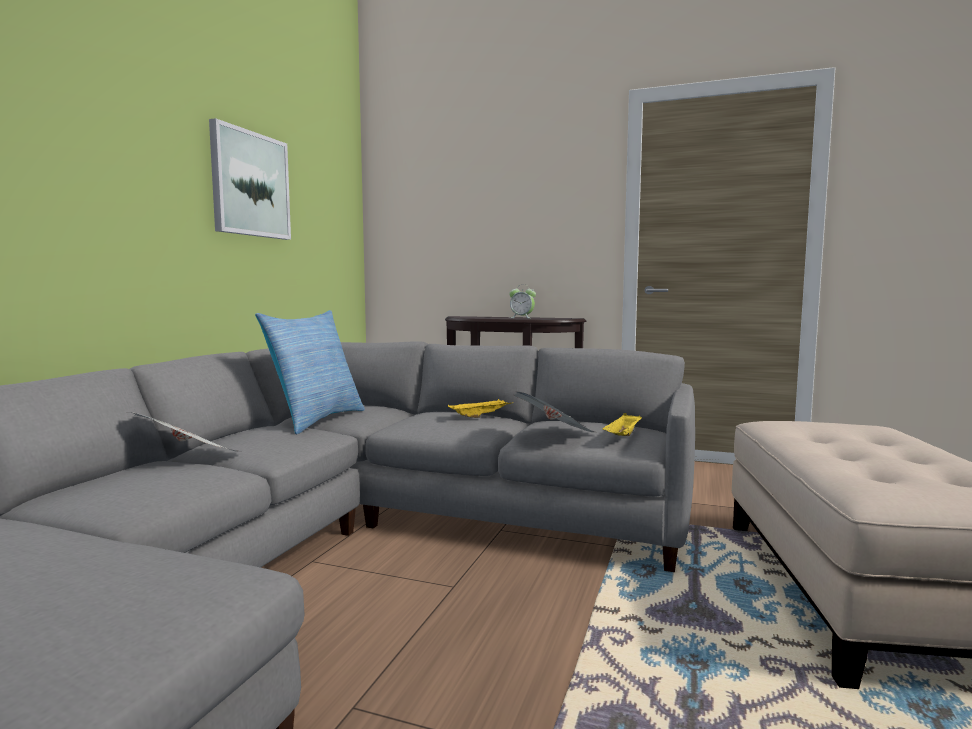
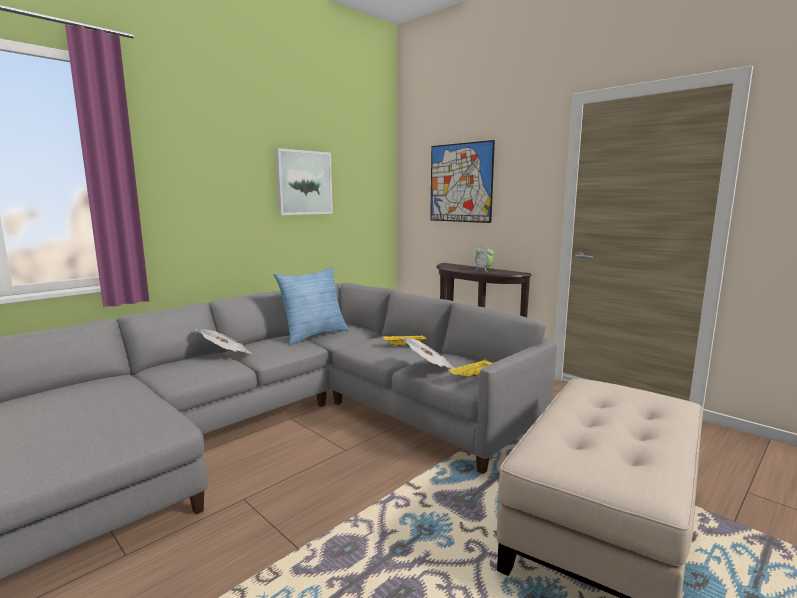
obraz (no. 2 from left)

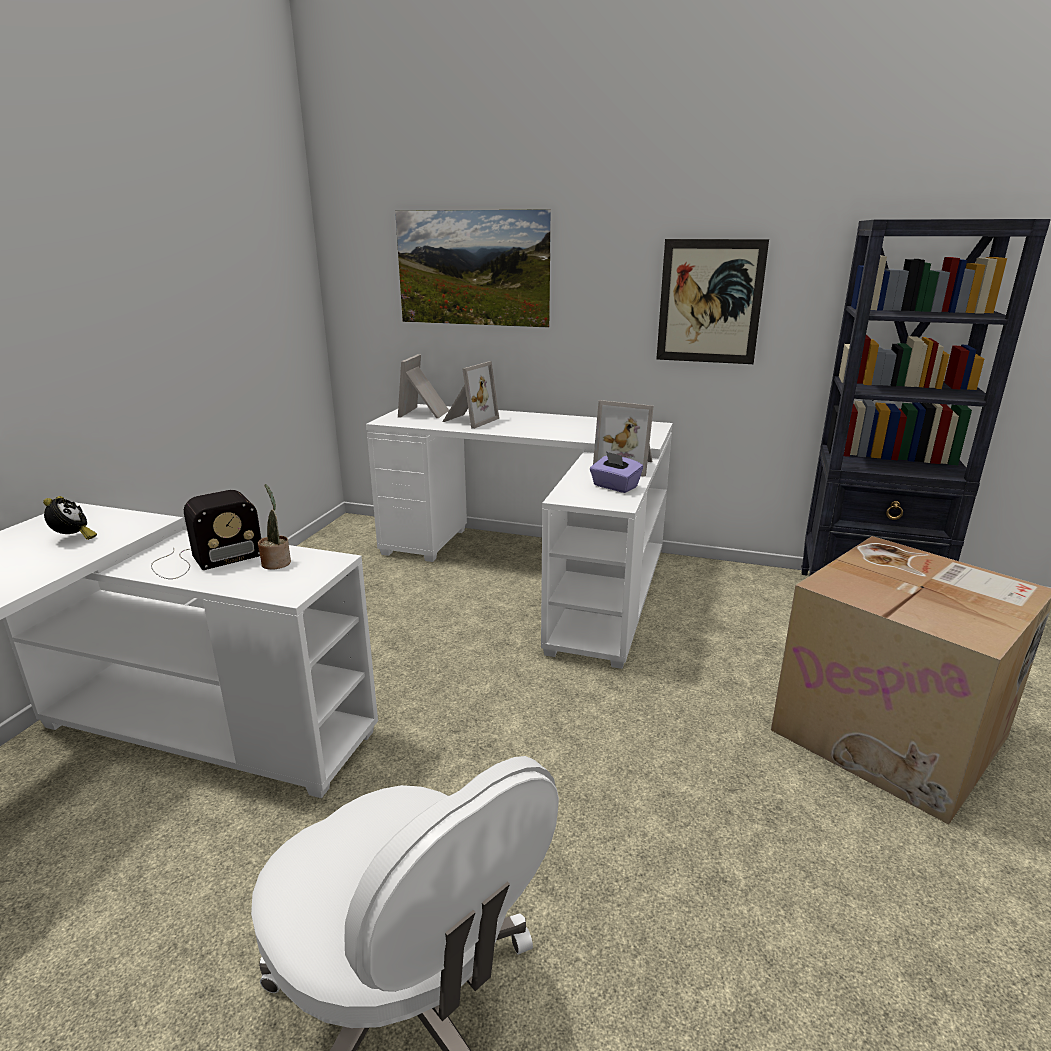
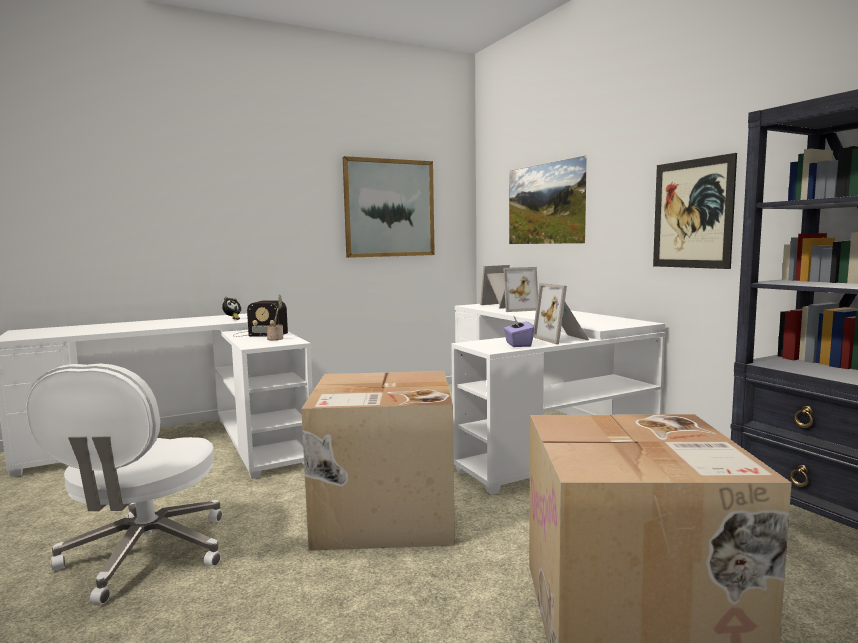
karton (no. 1 from left)
obraz (no. 1 from left)

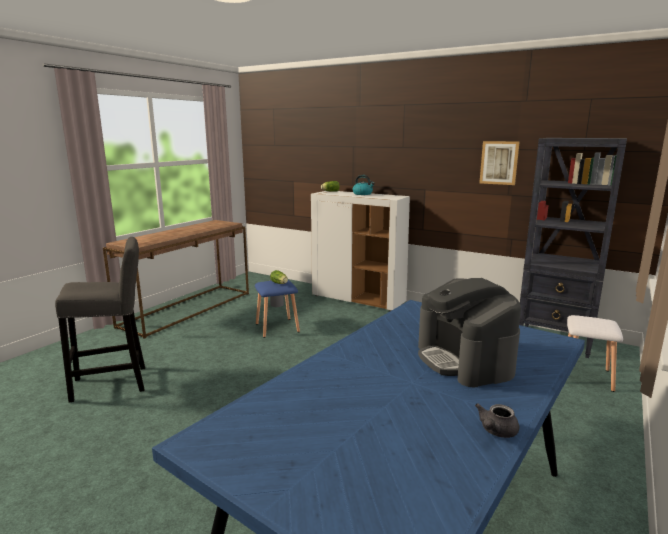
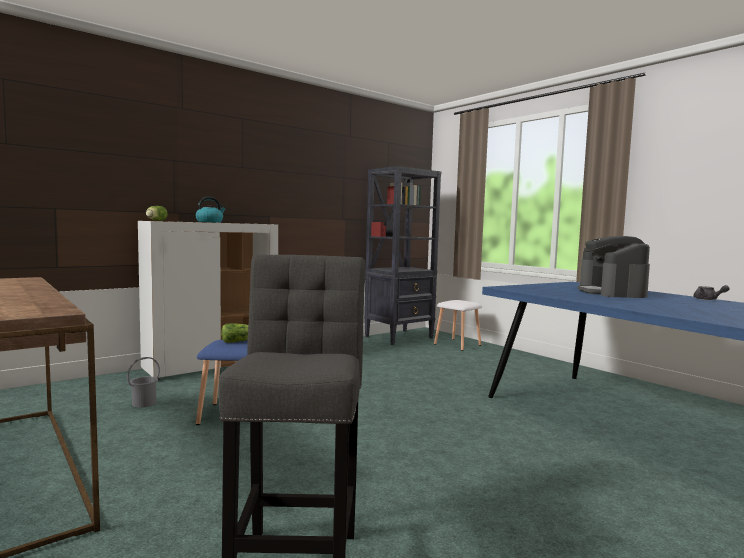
ekspres do kawy
obraz

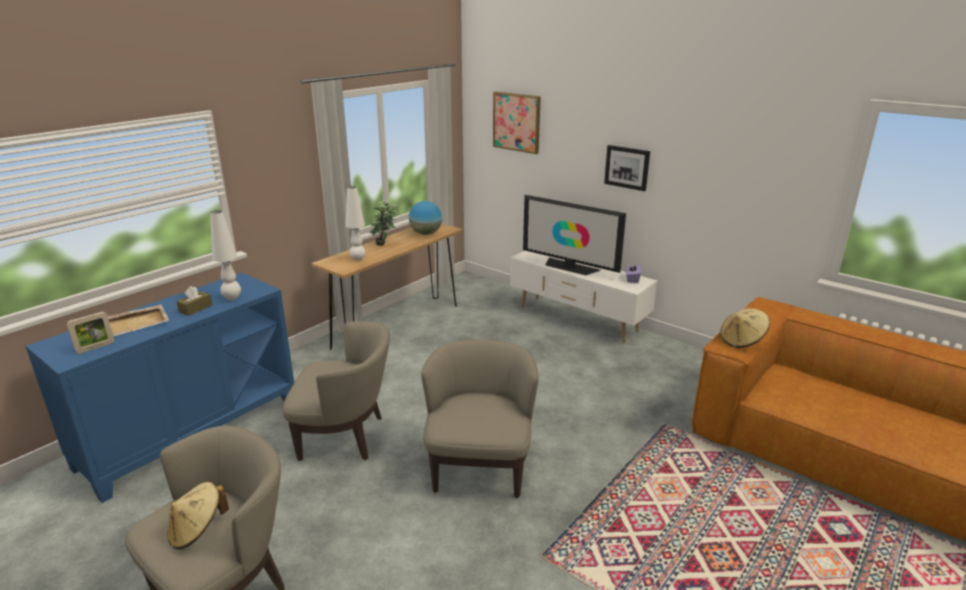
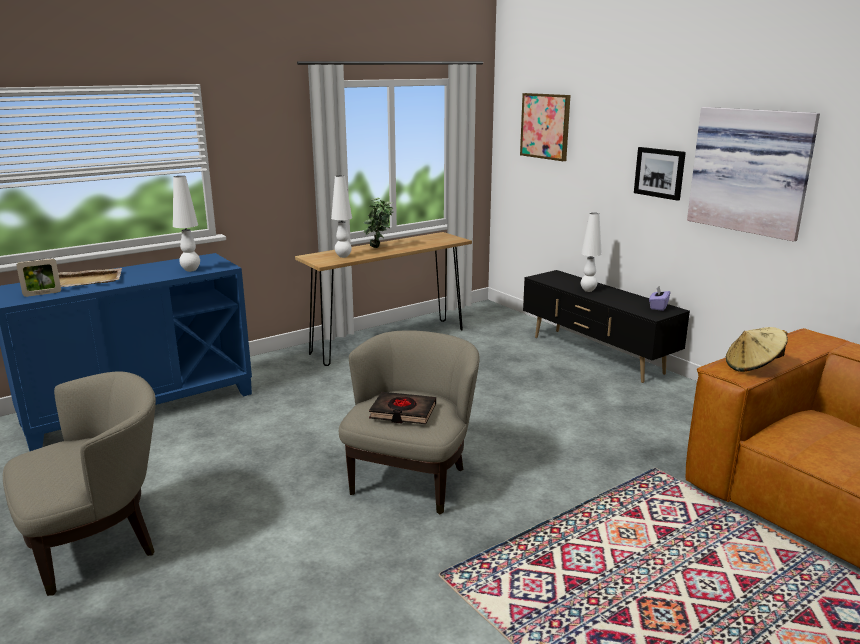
książka/czarny
szafka pod telewizor/czarny
lampa stołowa/biały (no. 3 from left)
obraz (no. 3 from left)
kapelusz/beżowy (no. 1 from left in the first image)
pudełko chusteczek/brązowy
fotel/beżowy (no. 2 from left in the first image)
globus

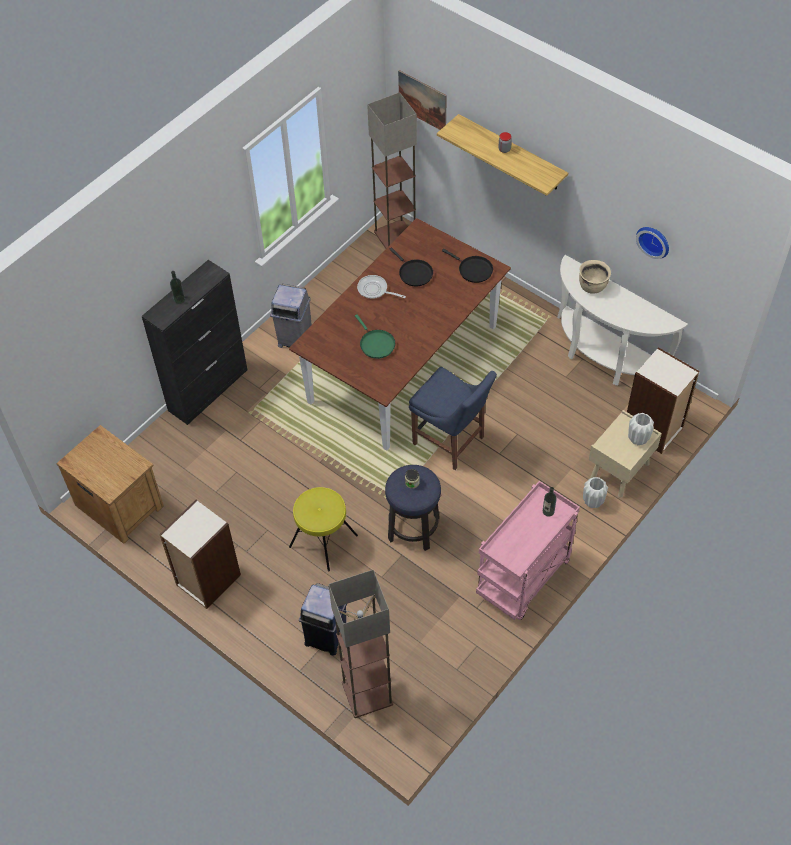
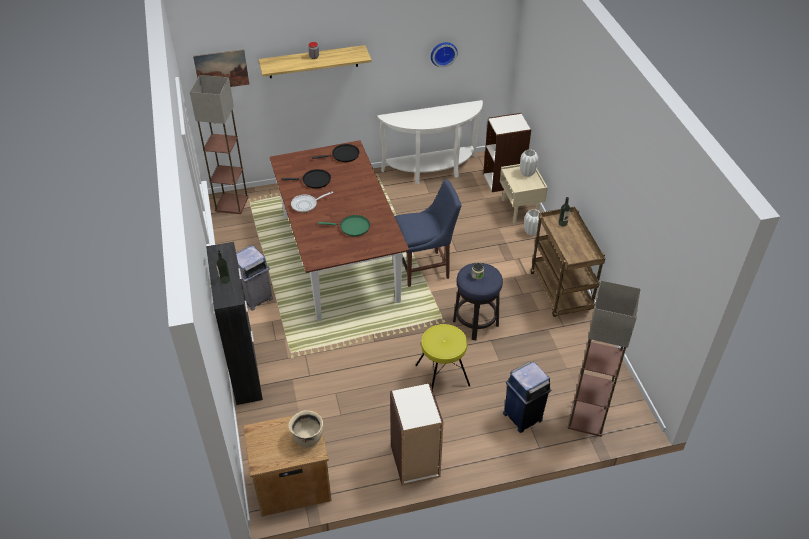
garnek/beżowy
wózek/brązowy

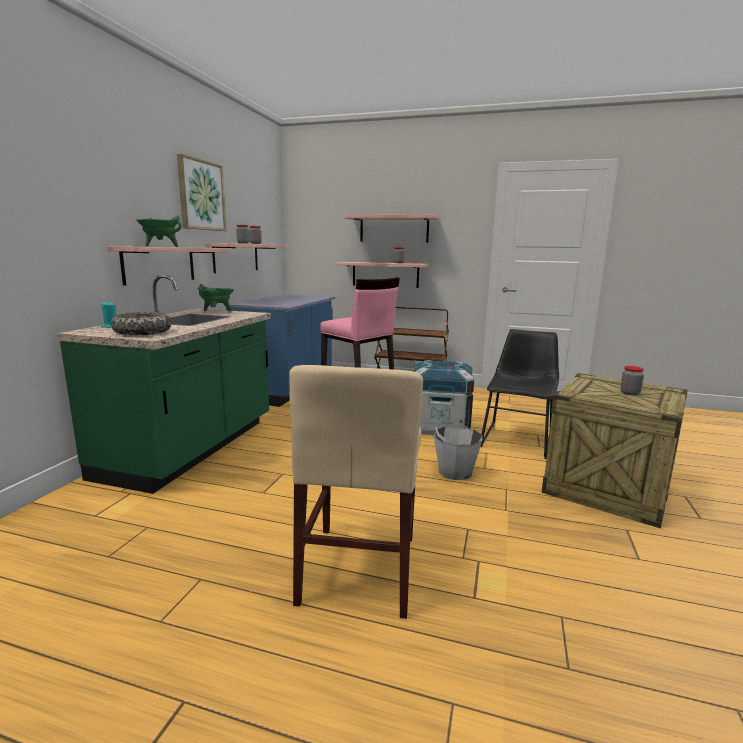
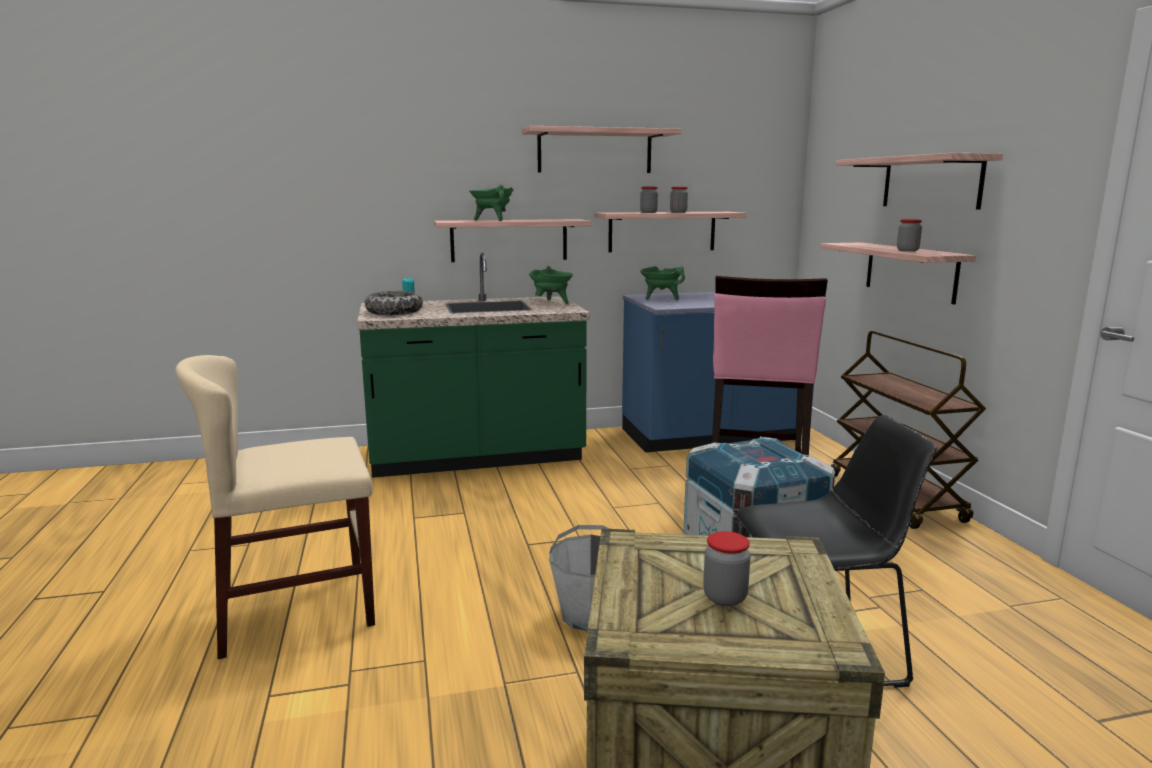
półka (no. 2 from left)
garnek/zielony (no. 3 from left)

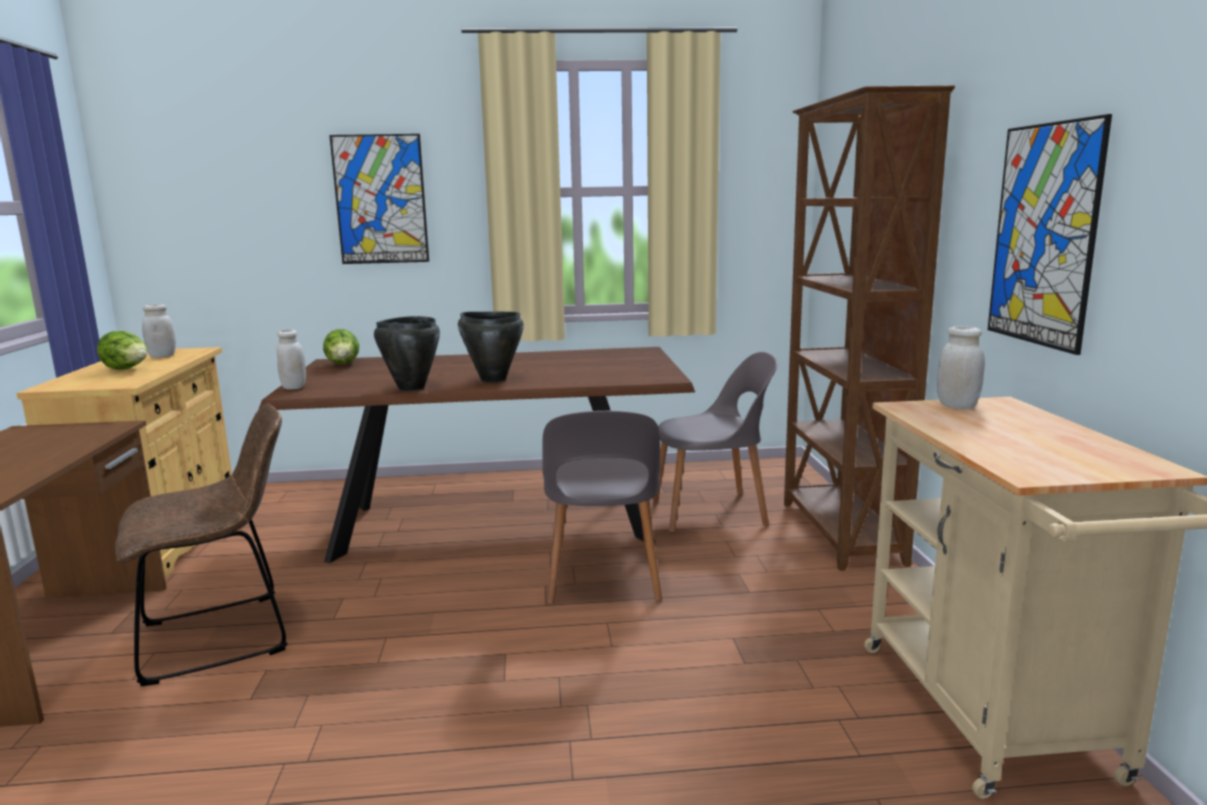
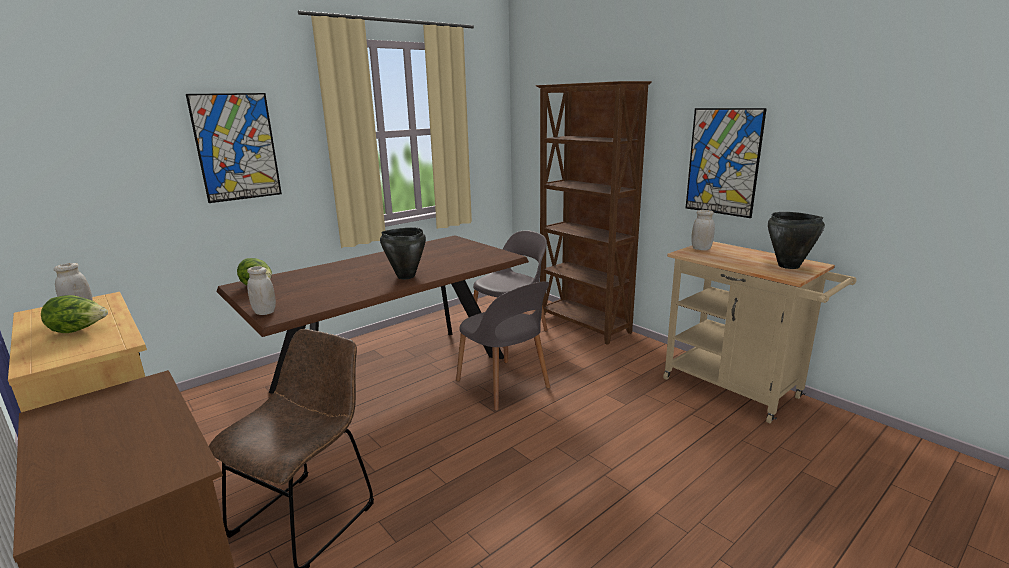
garnek/czarny (no. 2 from left)

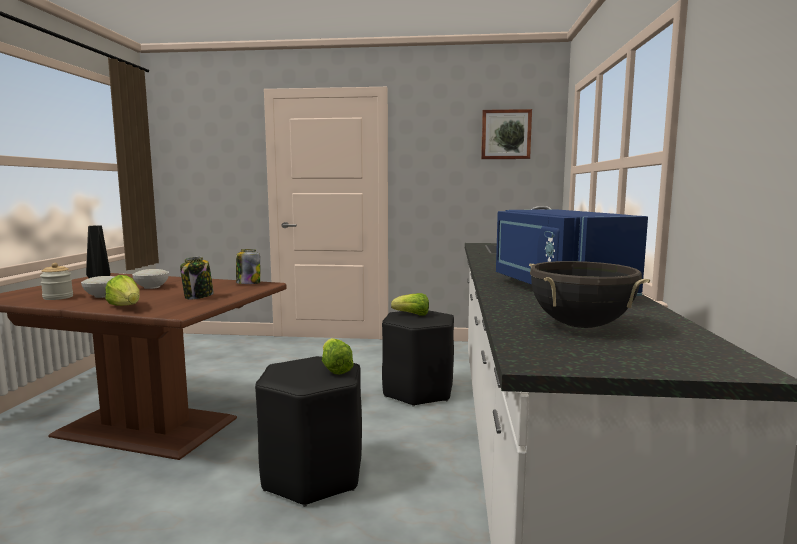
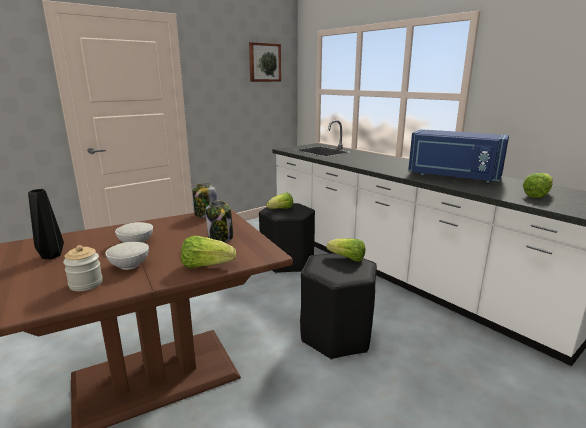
sałata (no. 4 from left)

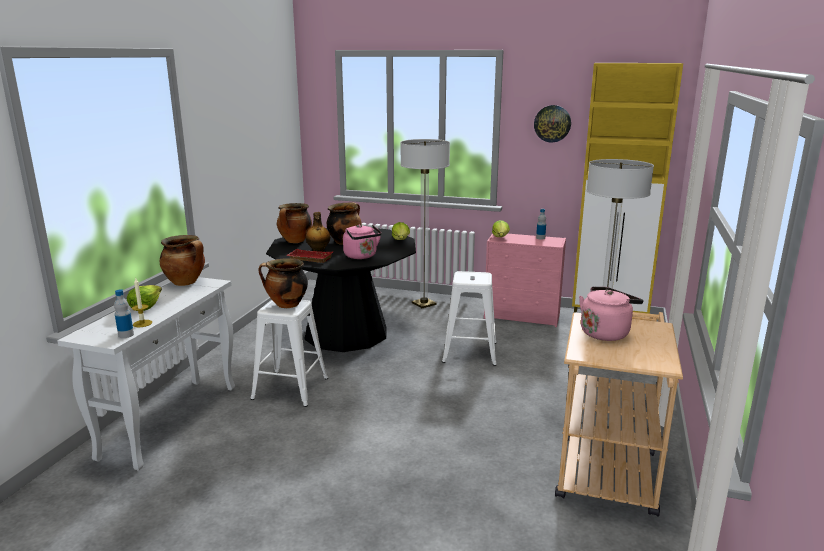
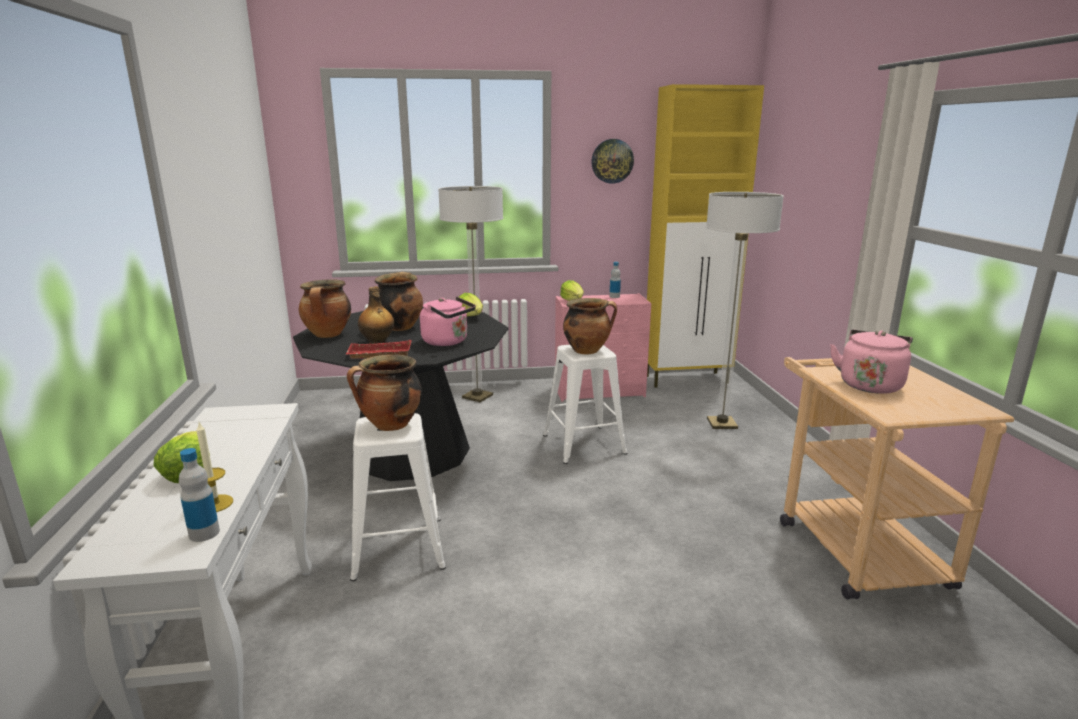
garnek (no. 4 from left)

